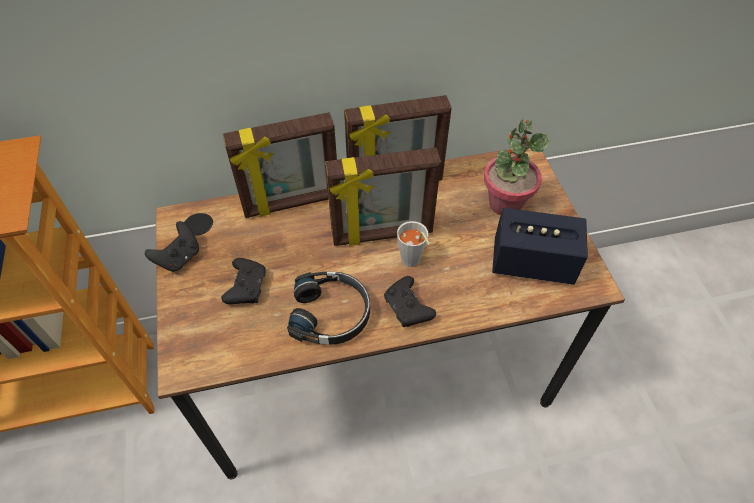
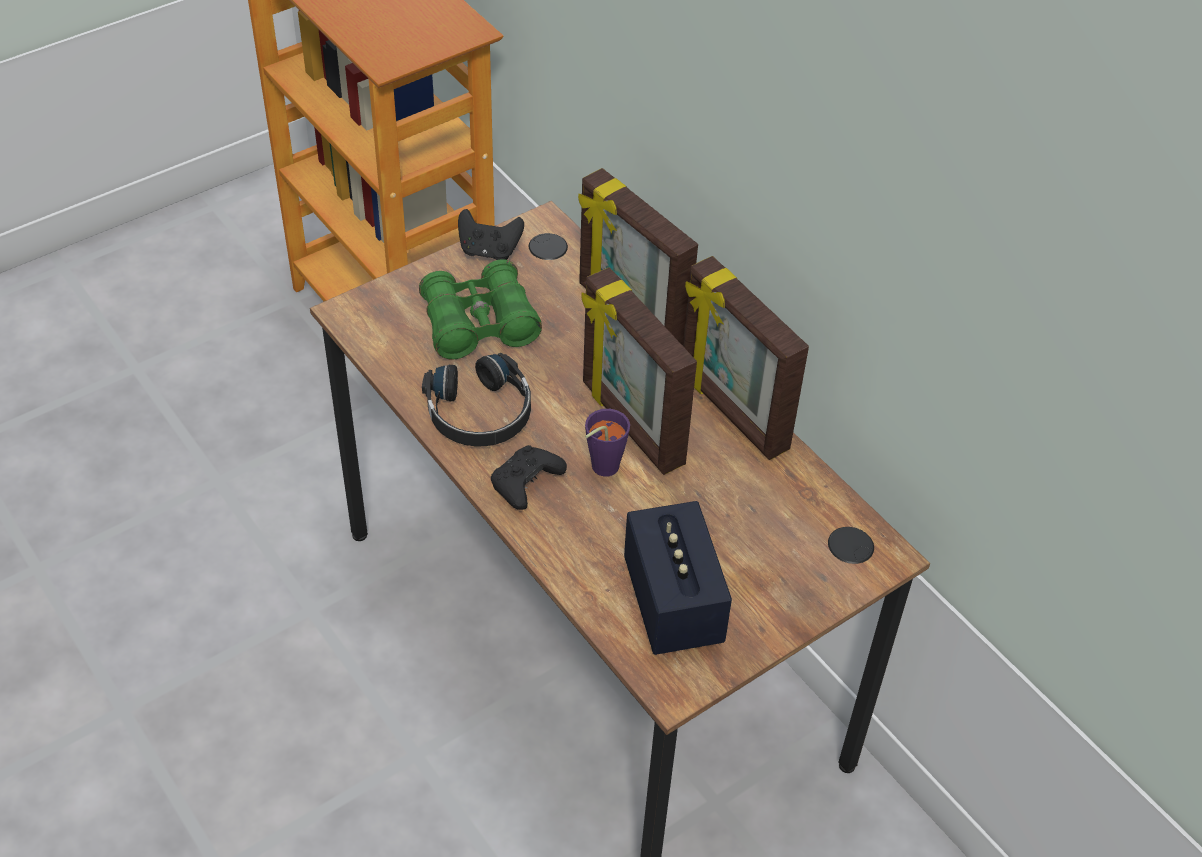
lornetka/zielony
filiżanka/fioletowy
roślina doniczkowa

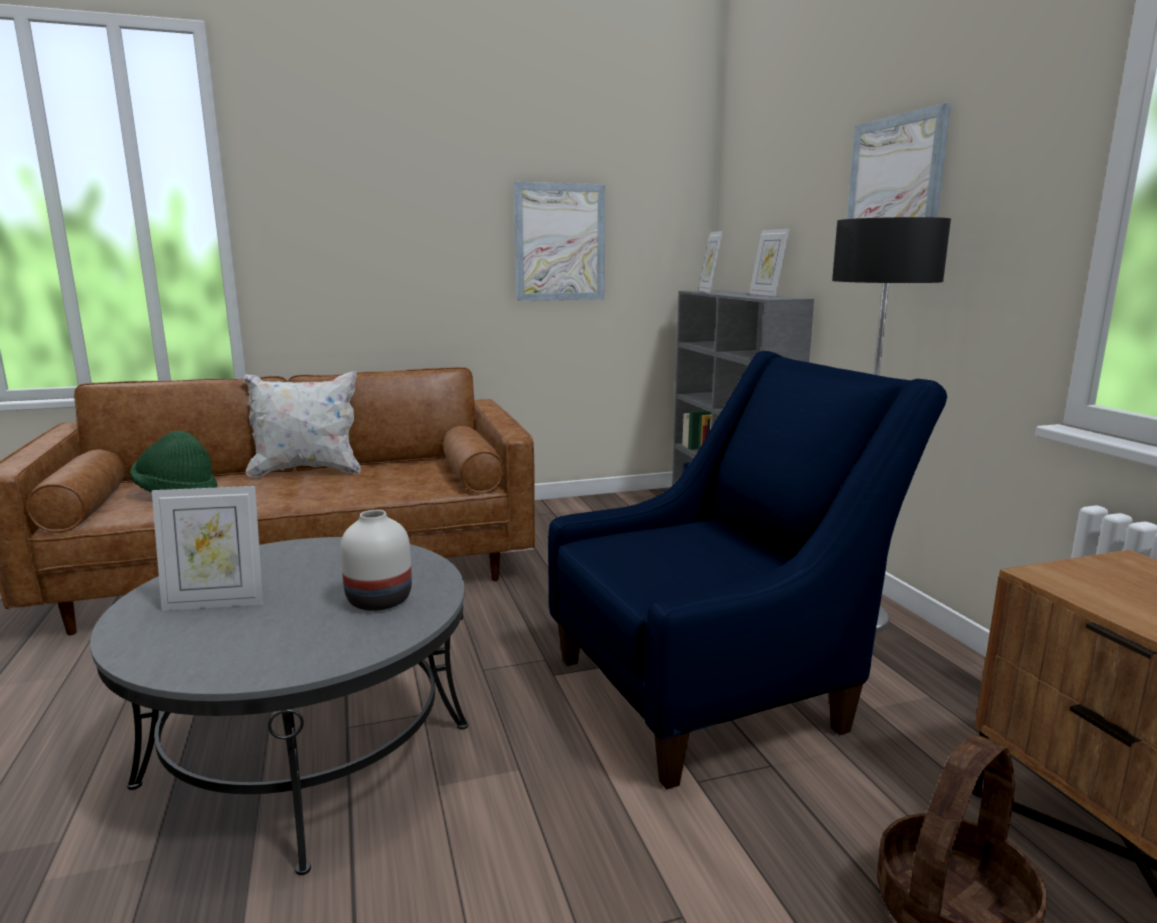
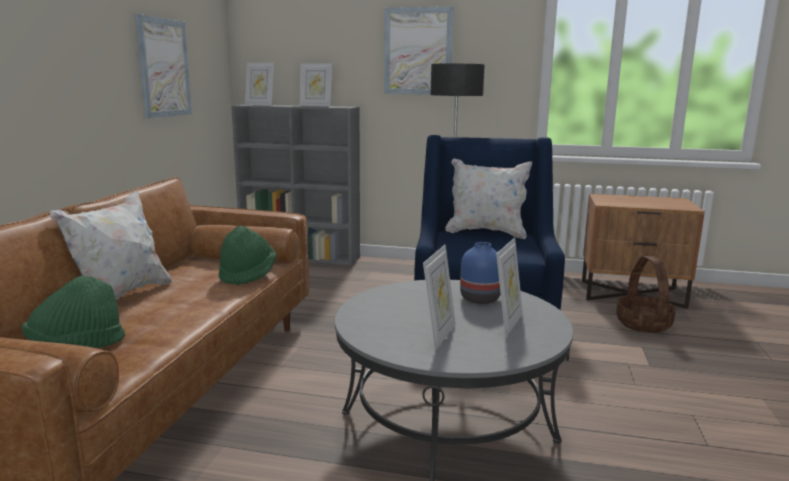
kapelusz/zielony (no. 2 from left)
poduszka/biały (no. 2 from left)
wazon/niebieski
ramka na zdjęcie (no. 4 from left)

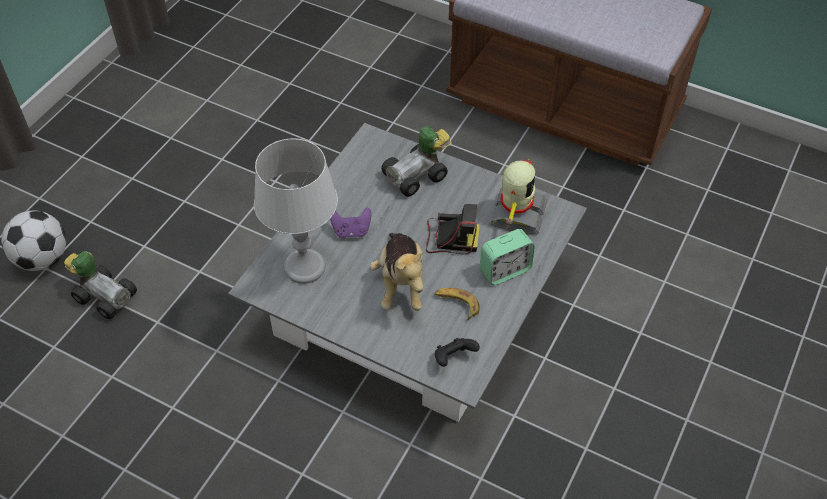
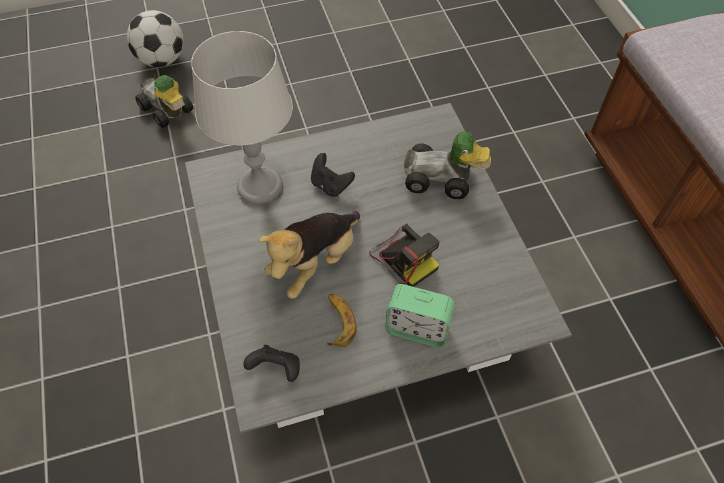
samochodzik (no. 1 from left)
pad do gier/czarny (no. 2 from left)
robot zabawkowy

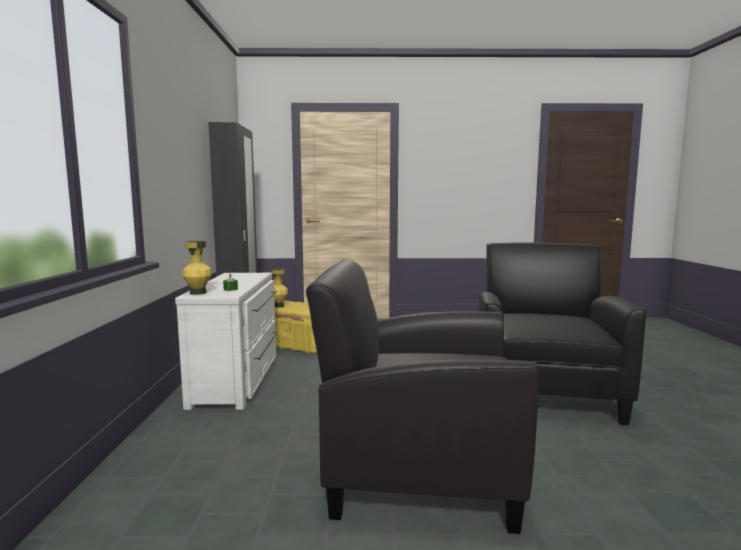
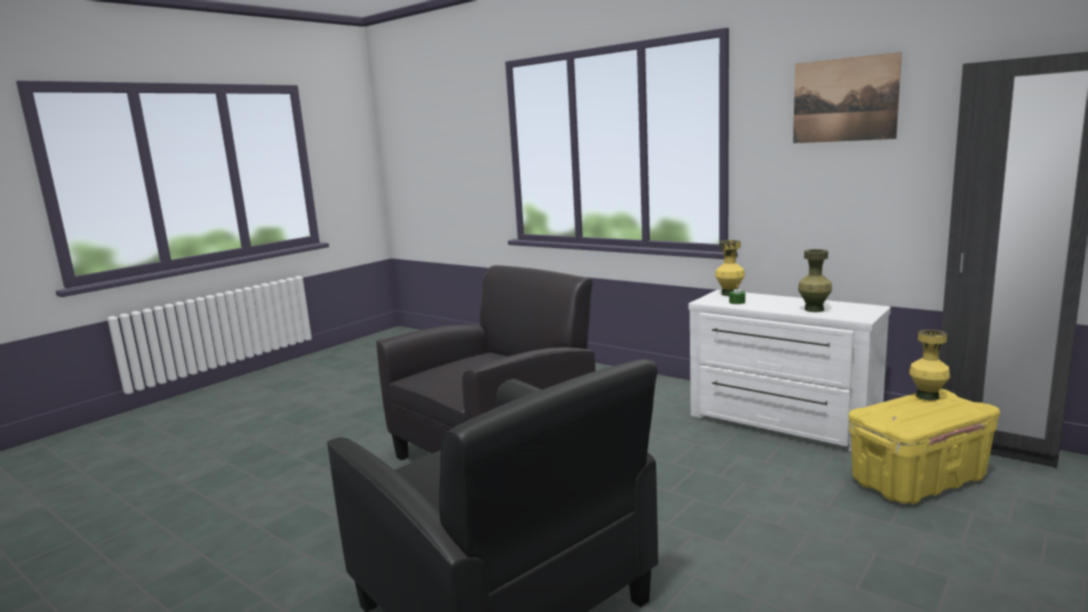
obraz
wazon/zielony

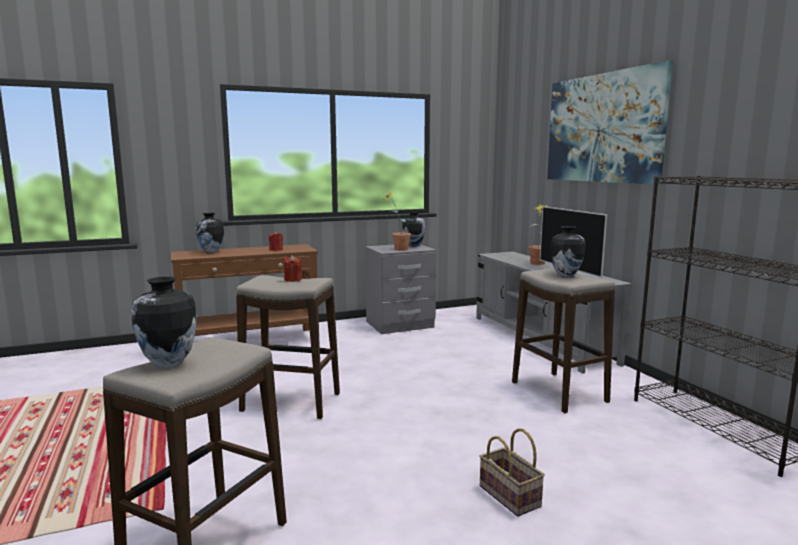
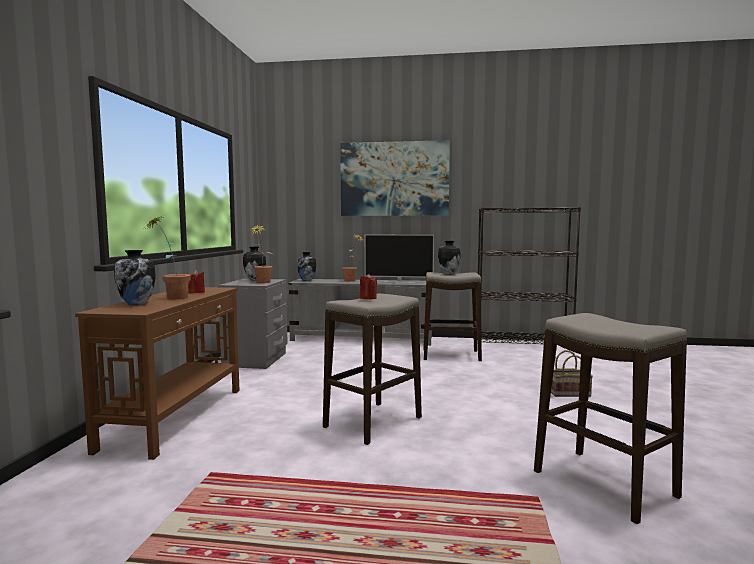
roślina doniczkowa (no. 1 from left)
wazon (no. 3 from left)

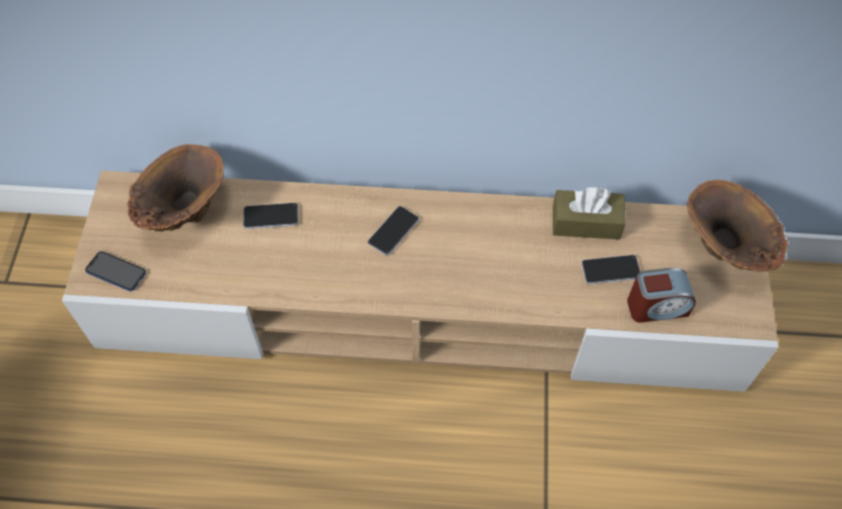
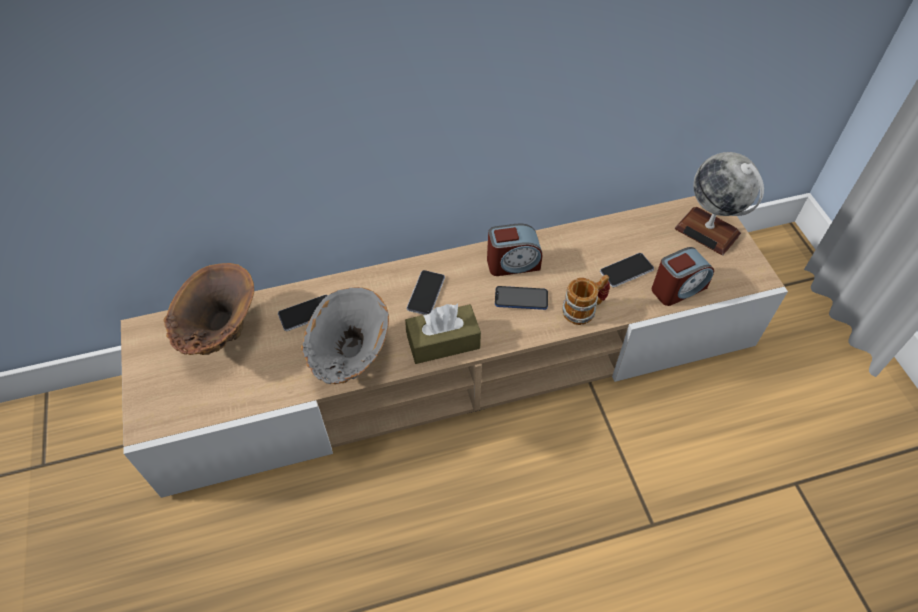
wazon/szary
pudełko chusteczek/brązowy
budzik (no. 1 from left)
telefon (no. 3 from left)
kubek
globus

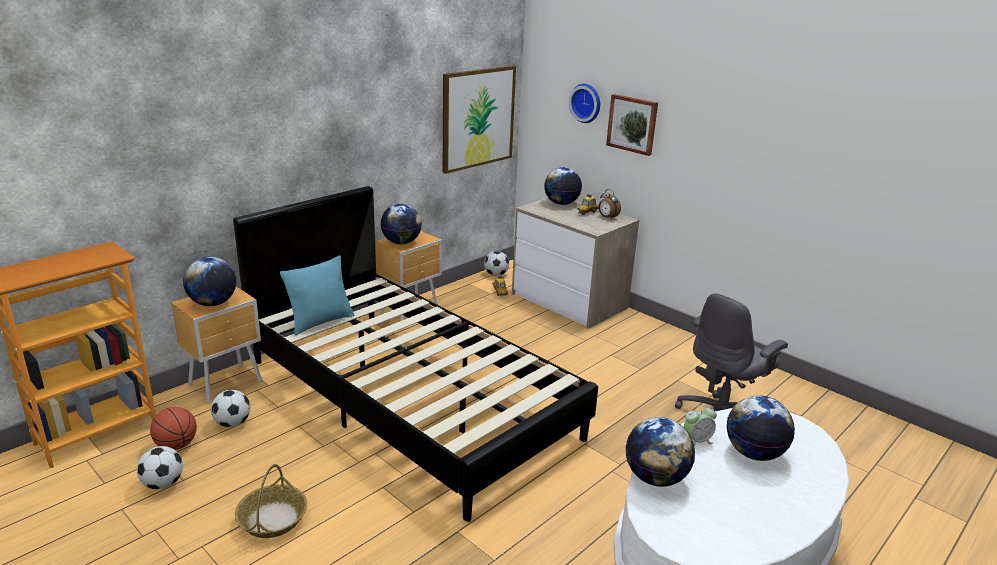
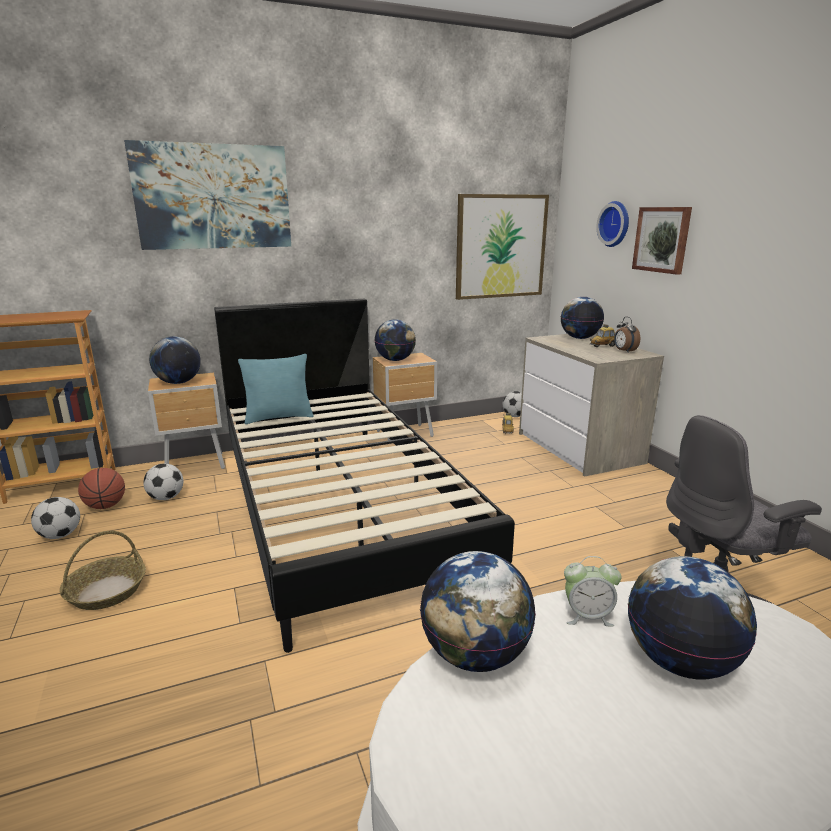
obraz (no. 1 from left)

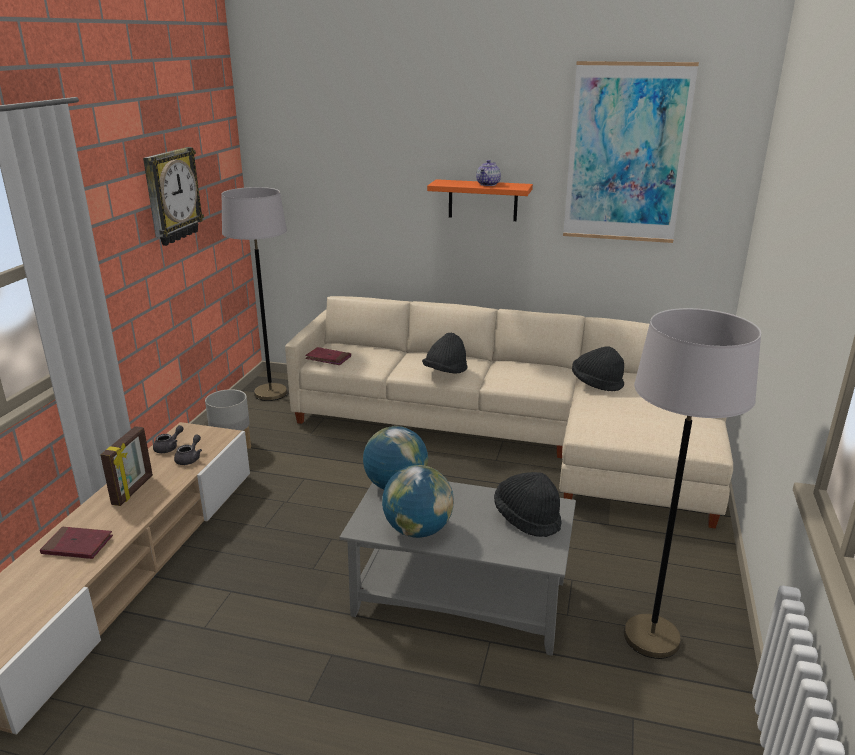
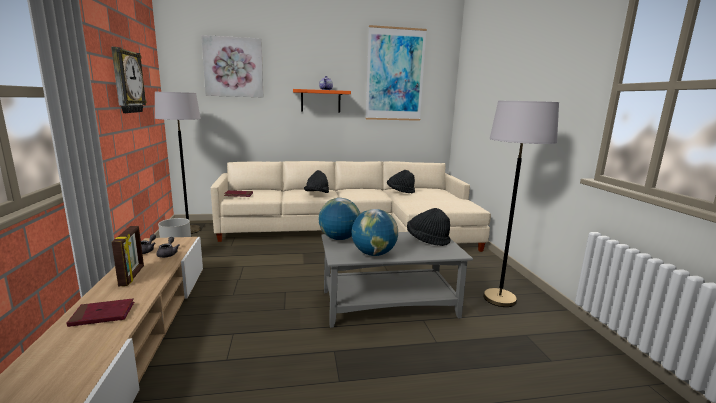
obraz (no. 1 from left)

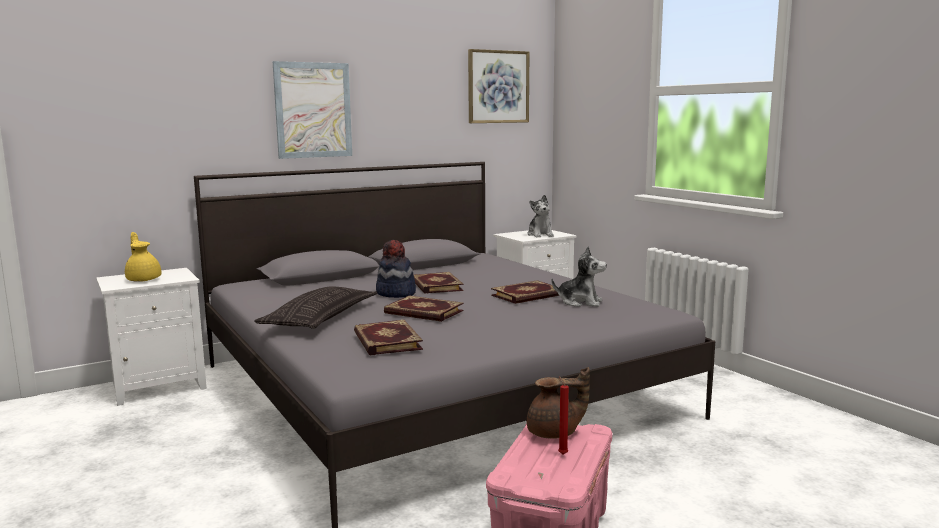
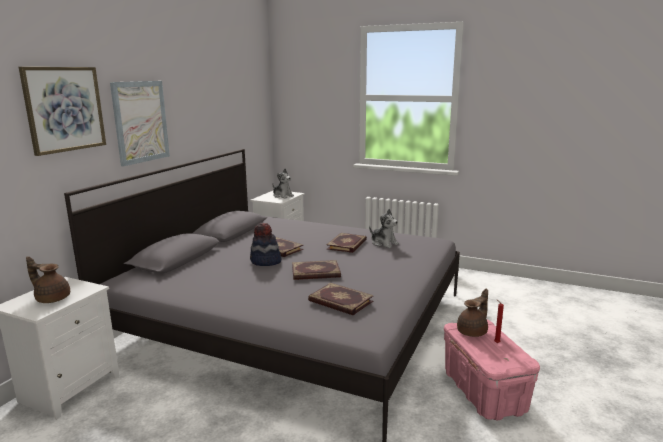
obraz (no. 1 from left)
imbryk/brązowy (no. 1 from left)
pluszak (no. 2 from left)
poduszka

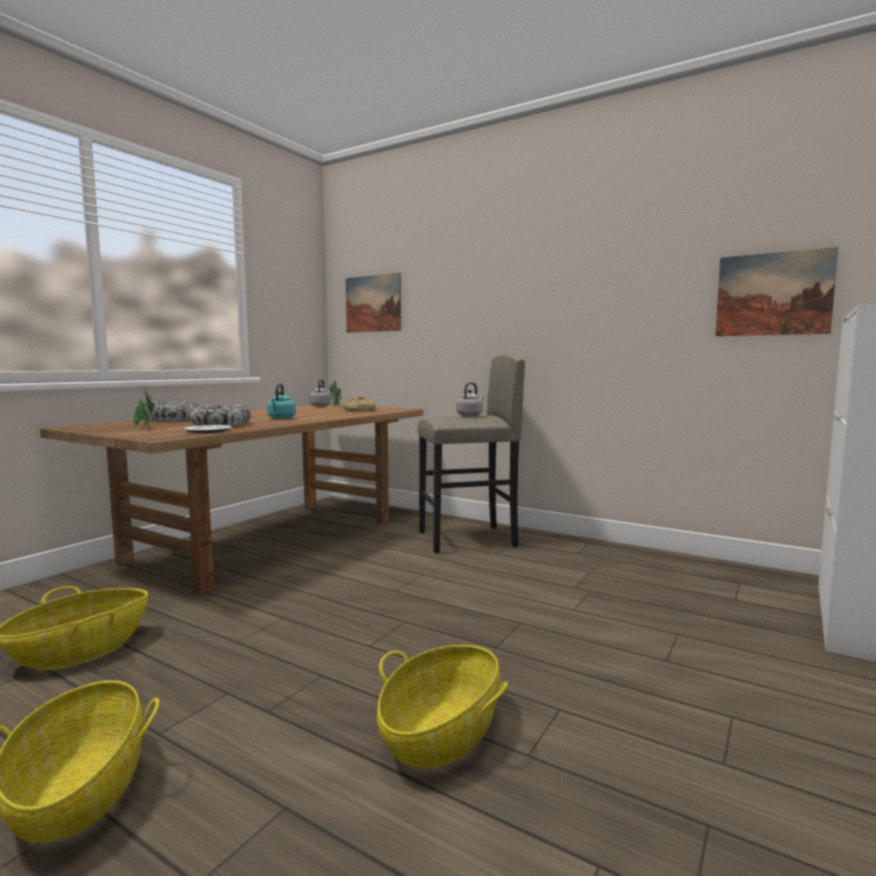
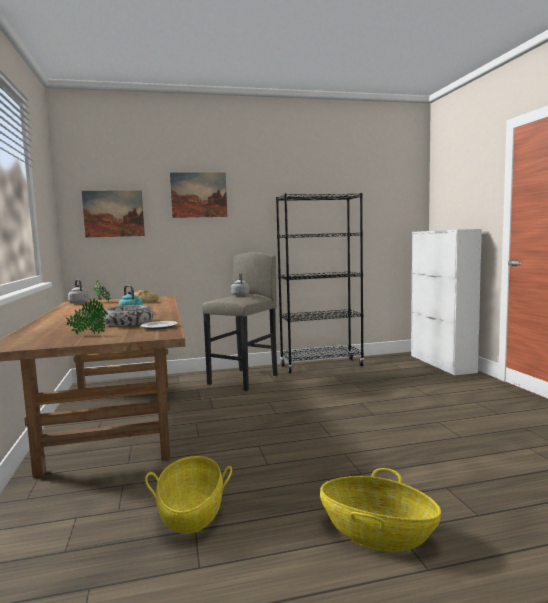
obraz (no. 2 from left)
regał/czarny
miska (no. 1 from left in the first image)
koszyk (no. 3 from left in the first image)

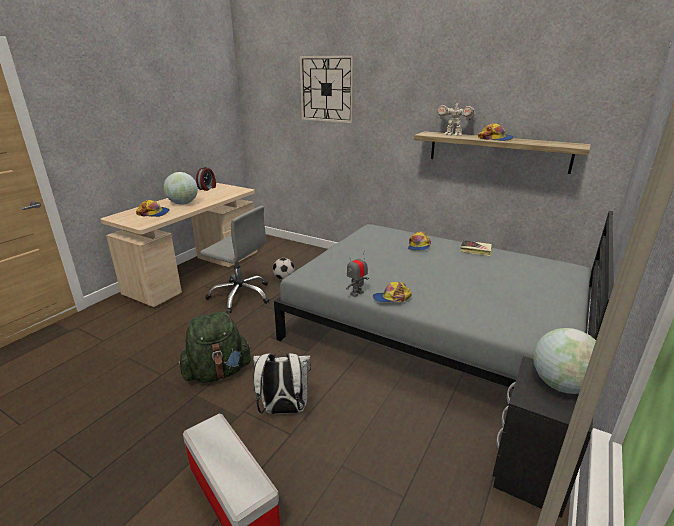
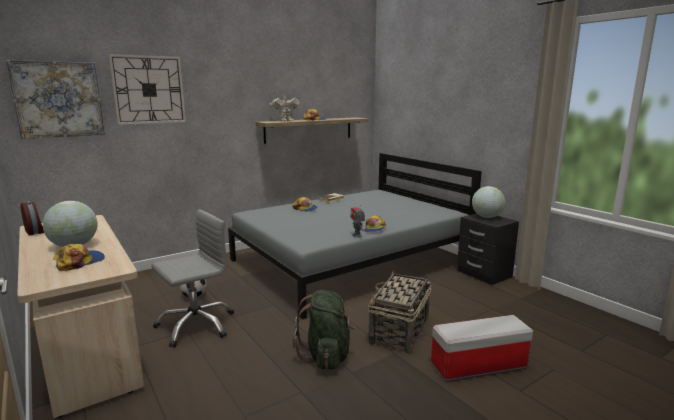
obraz
koszyk

